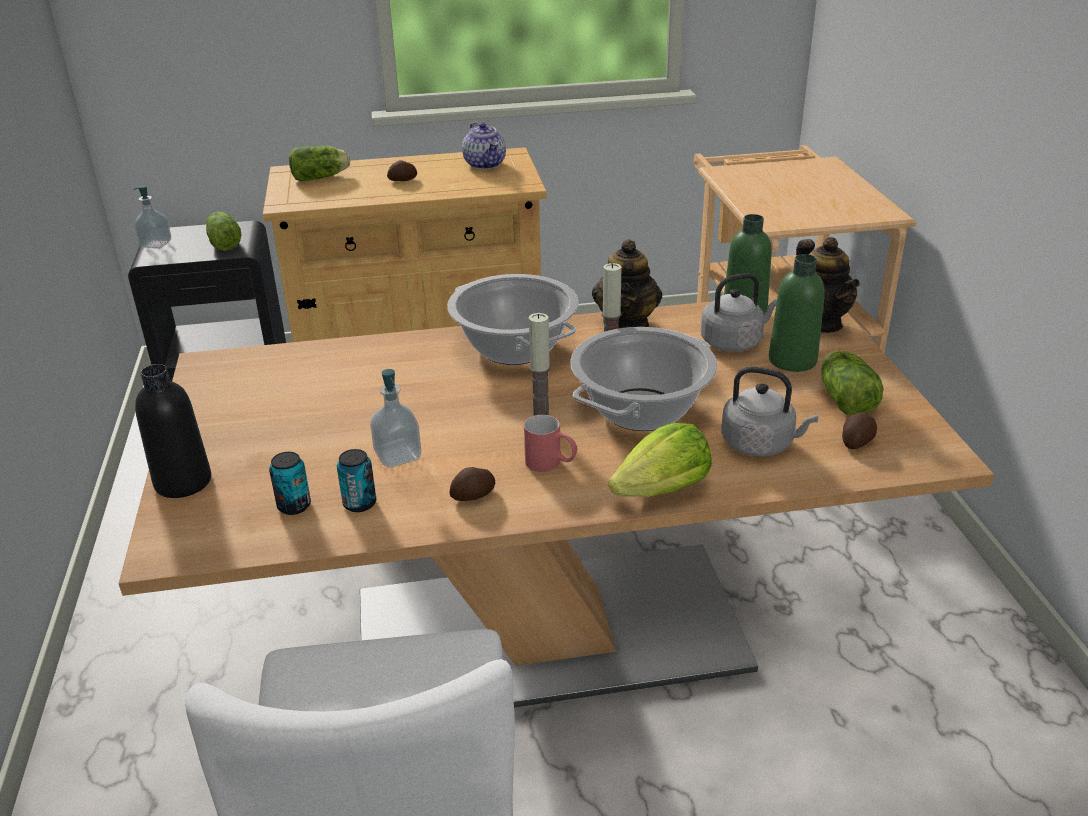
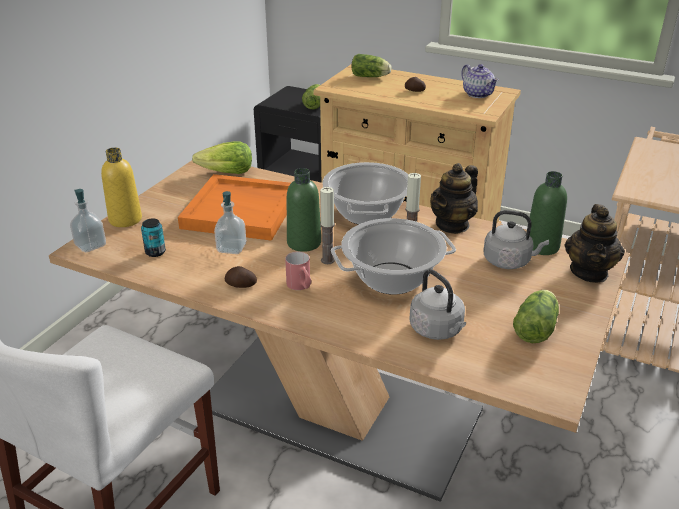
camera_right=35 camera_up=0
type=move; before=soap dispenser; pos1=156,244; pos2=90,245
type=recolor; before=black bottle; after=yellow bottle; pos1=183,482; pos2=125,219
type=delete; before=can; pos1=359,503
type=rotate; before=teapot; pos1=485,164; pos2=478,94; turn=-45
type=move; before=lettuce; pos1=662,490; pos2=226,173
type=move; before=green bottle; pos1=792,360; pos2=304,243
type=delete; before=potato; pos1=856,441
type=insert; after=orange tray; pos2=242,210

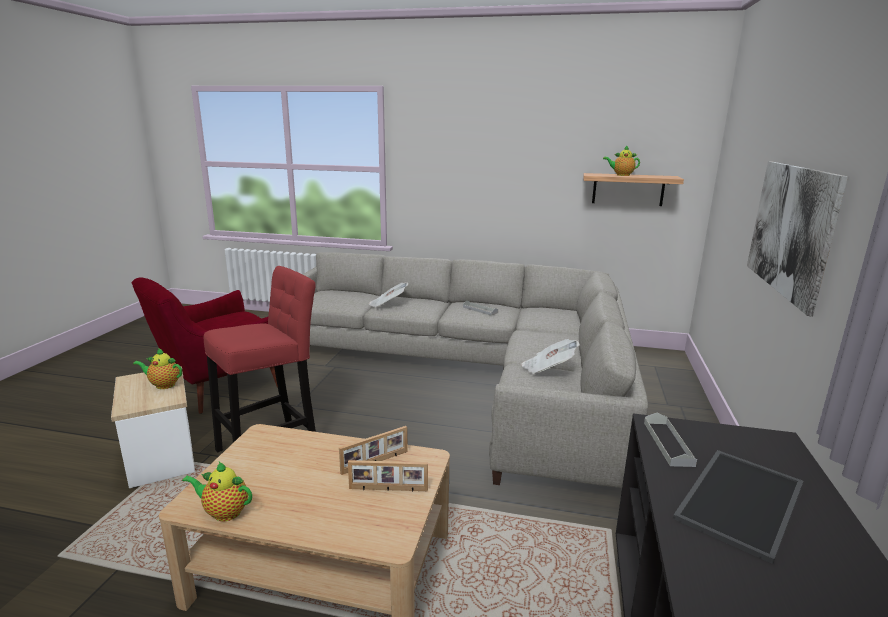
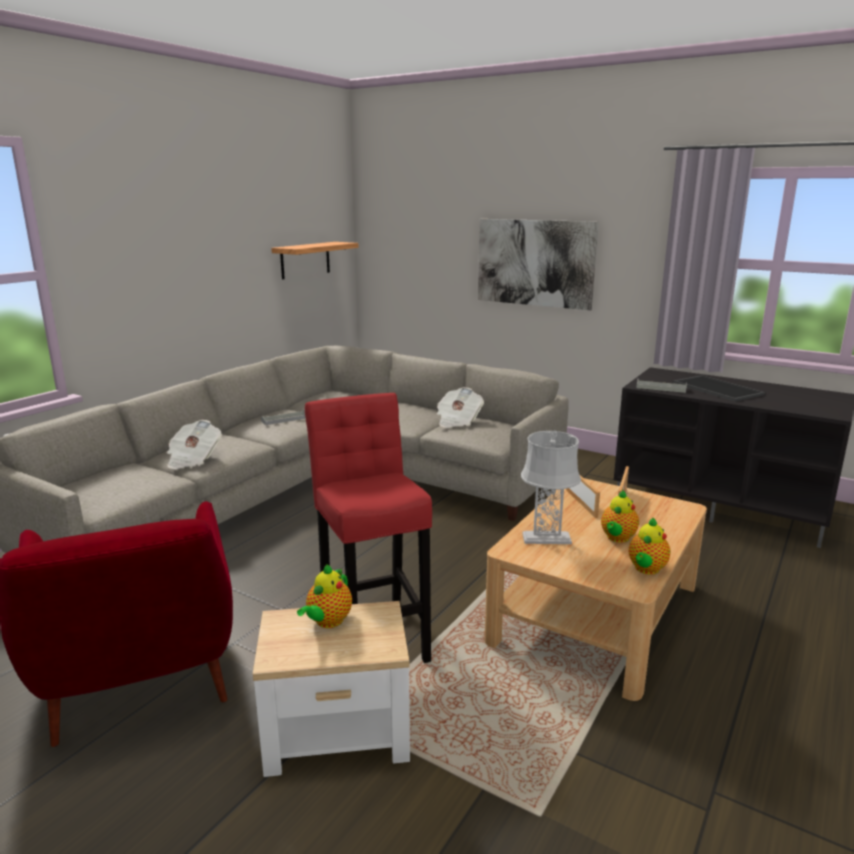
camera_right=-70 camera_up=0
type=move; before=teapot; pos1=621,175; pos2=617,538
type=insert; after=grey table lamp; pos2=547,538

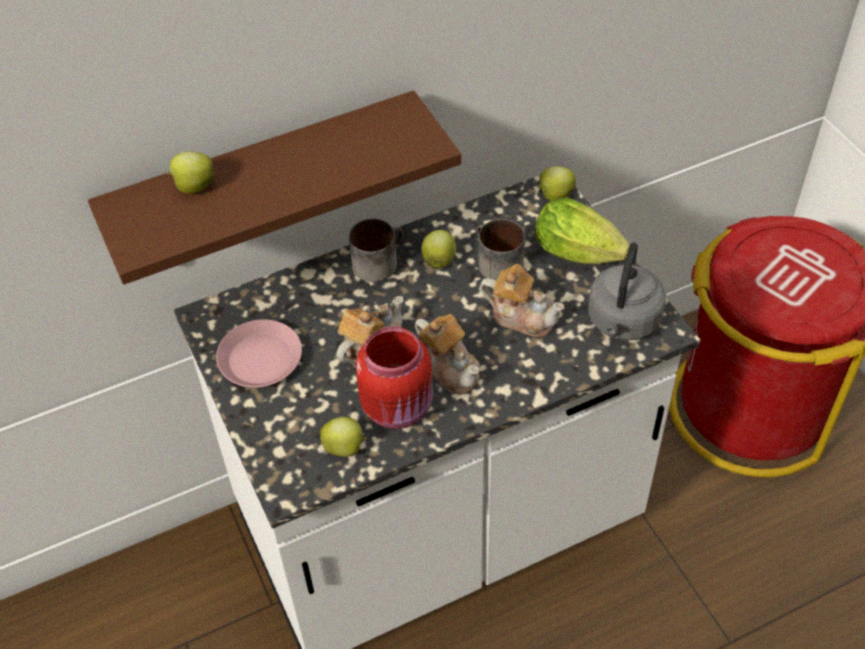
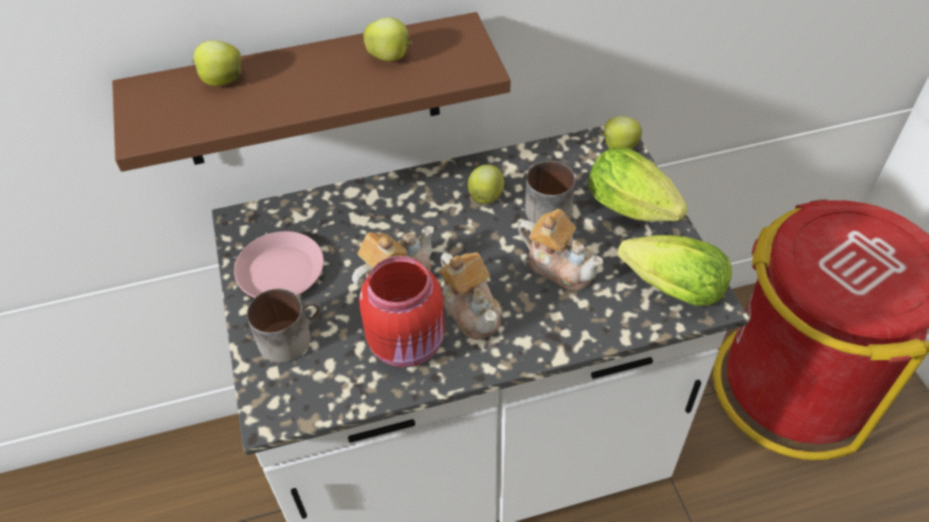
camera_right=10 camera_up=0
type=move; before=apple; pos1=345,447; pos2=390,57
type=move; before=mug; pos1=378,261; pos2=290,335
type=replace; before=grey kettle; after=lettuce; pos1=622,322; pos2=666,287

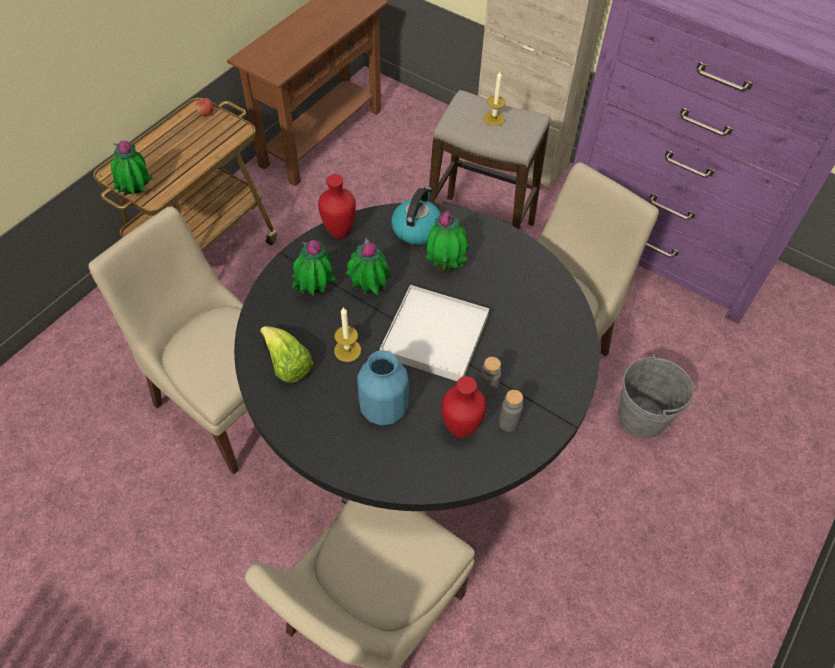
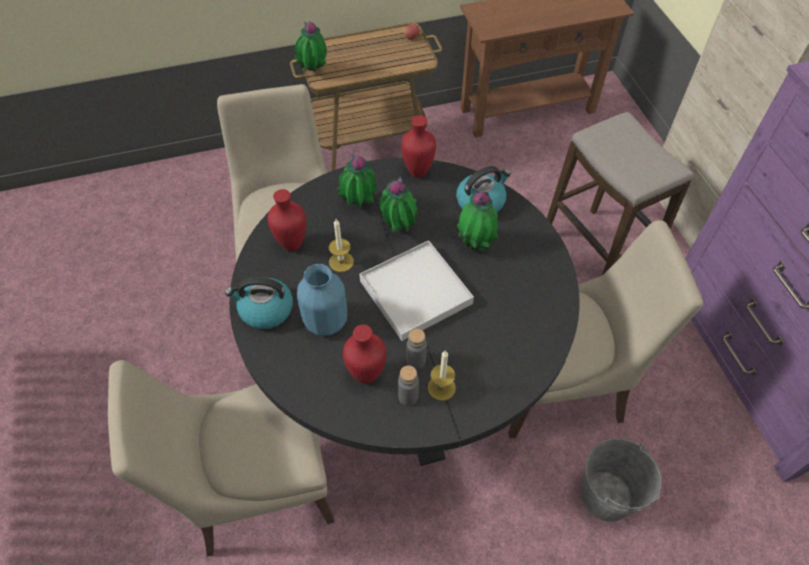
camera_right=40 camera_up=0
type=replace; before=lettuce; after=red vase; pos1=288,365; pos2=291,245
type=move; before=candle; pos1=494,119; pos2=441,387
type=insert; after=kettle; pos2=265,310

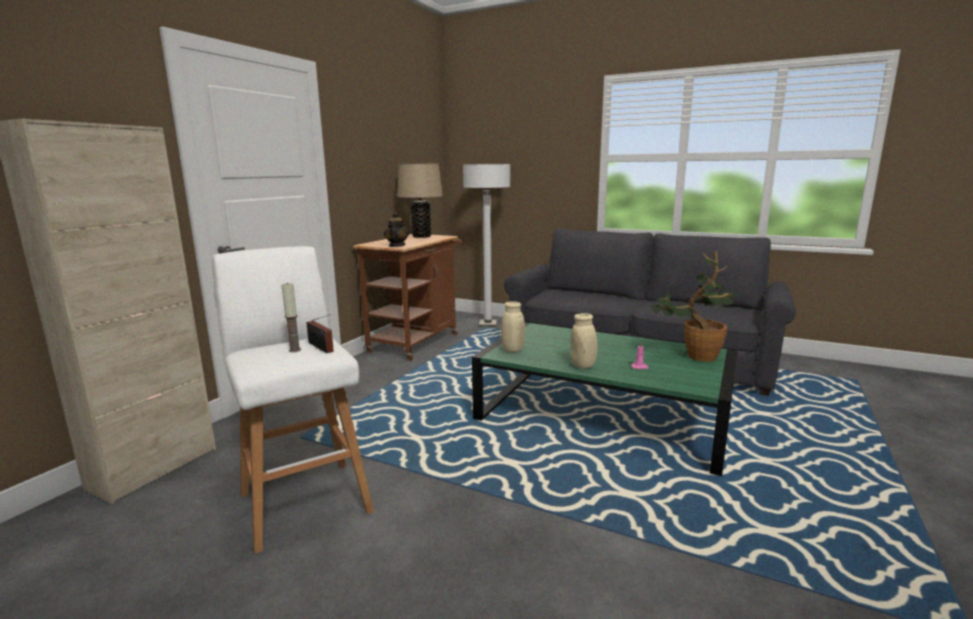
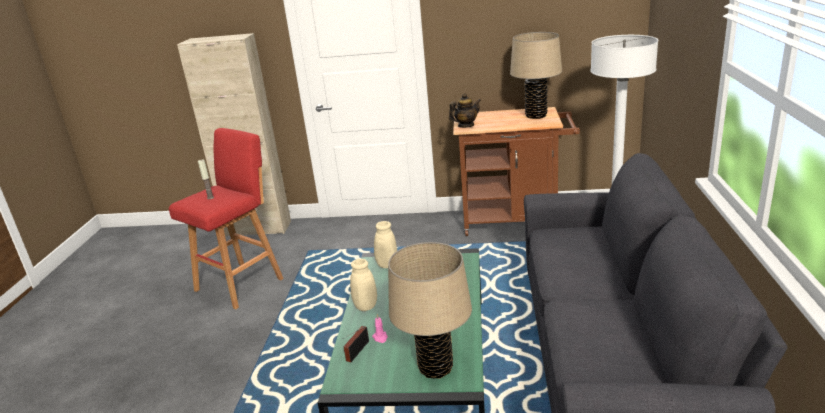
camera_right=70 camera_up=10
type=recolor; before=white stool; after=red stool; pos1=304,500; pos2=241,283
type=move; before=radio; pos1=321,348; pos2=356,352
type=replace; before=potted plant; after=beige table lamp; pos1=694,356; pos2=435,368

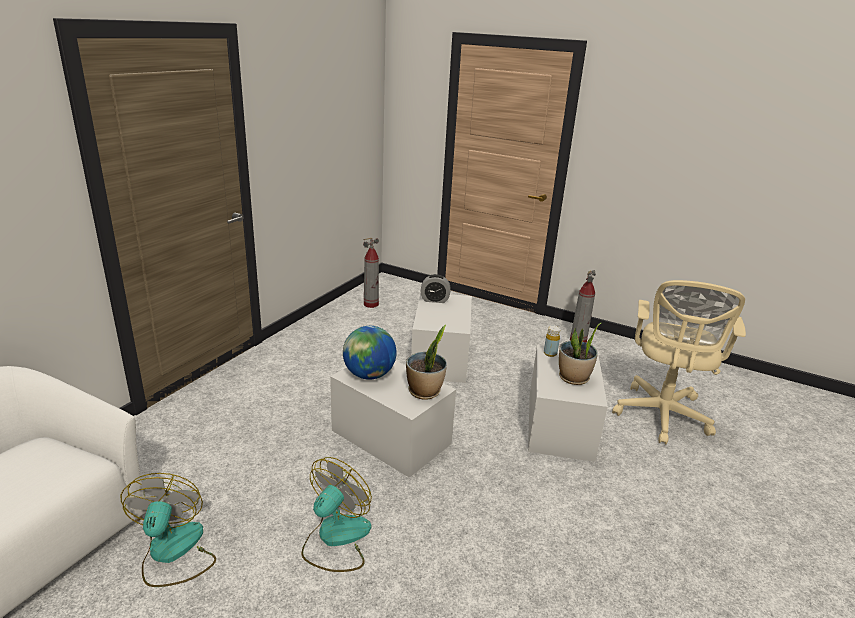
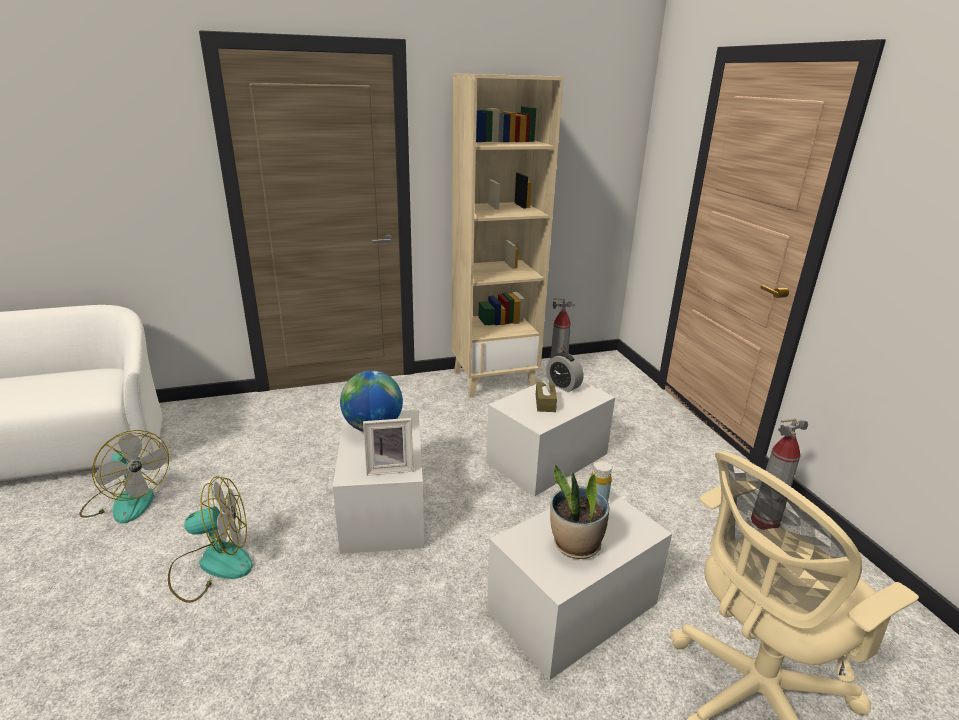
camera_right=45 camera_up=0
type=rotate; before=fan; pos1=173,553; pos2=127,500; turn=90
type=replace; before=potted plant; after=picture frame; pos1=425,392; pos2=389,467
type=insert; after=beige bookcase; pos2=494,379
type=insert; after=brown tissue box; pos2=545,403

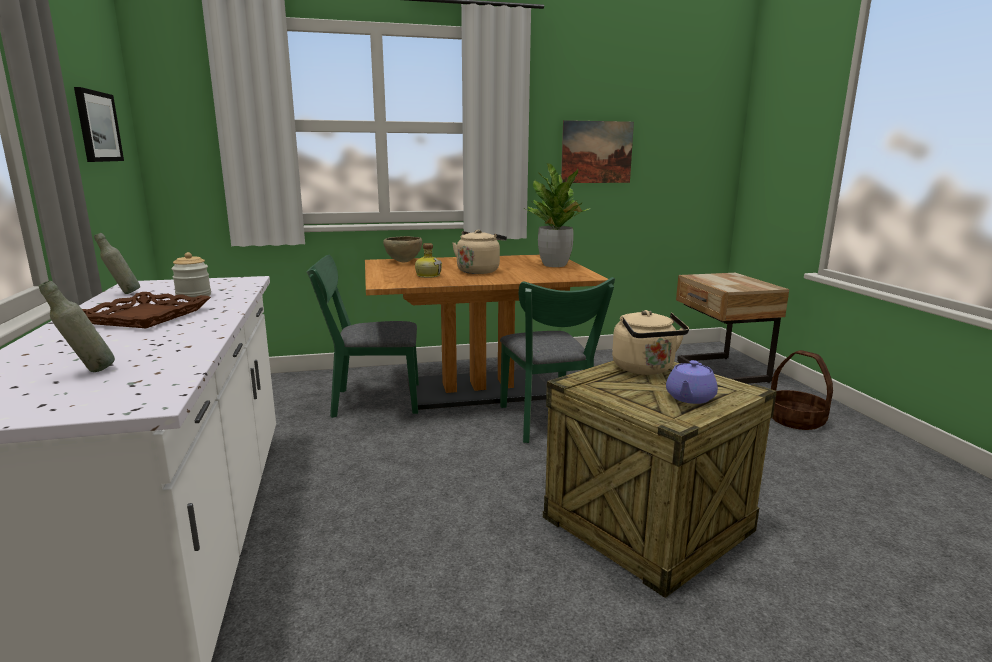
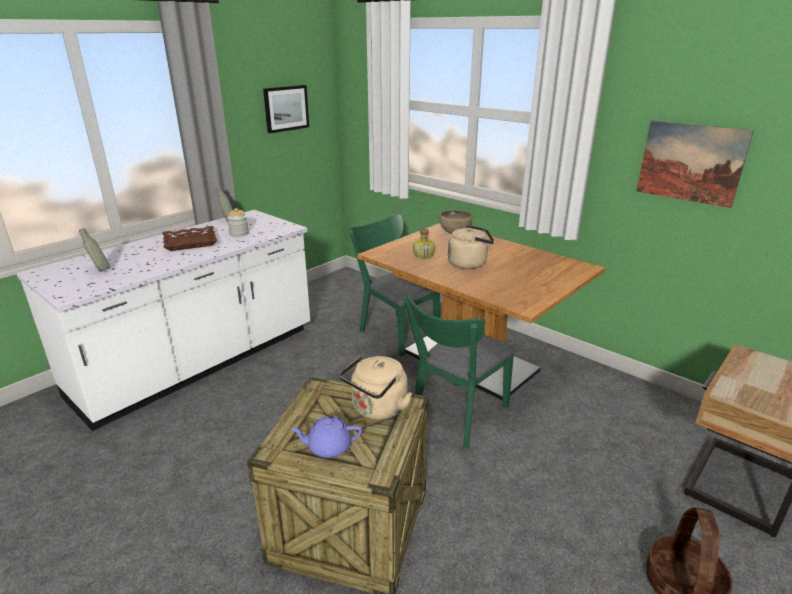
camera_right=55 camera_up=10
type=delete; before=potted plant; pos1=555,265

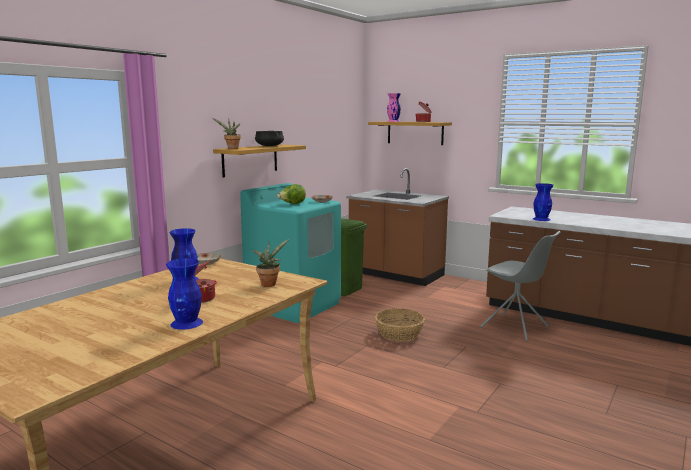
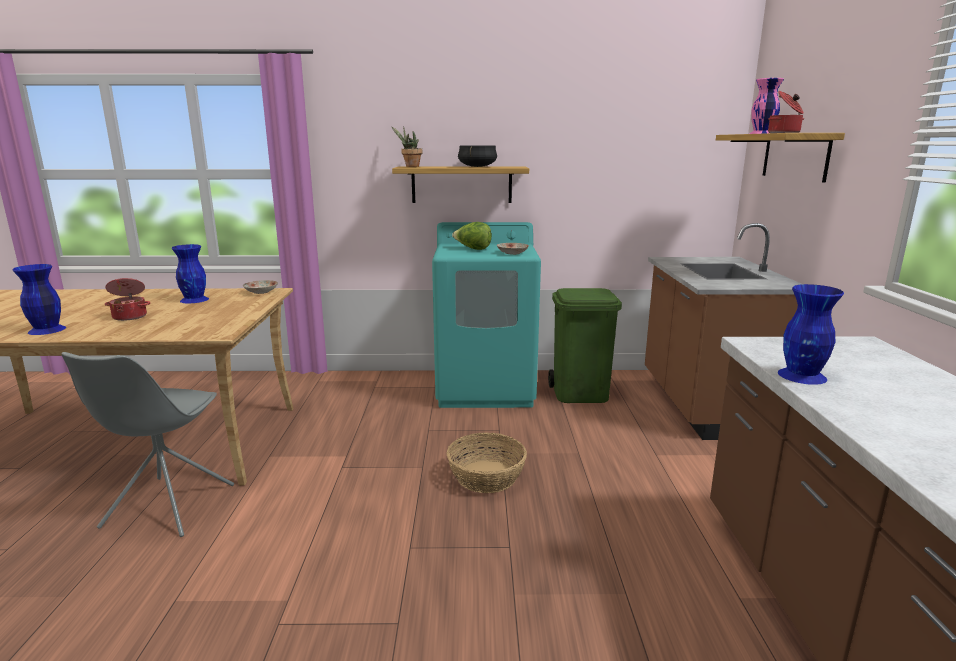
camera_right=55 camera_up=5
type=delete; before=potted plant; pos1=269,284
type=move; before=grey chair; pos1=515,327; pos2=167,507

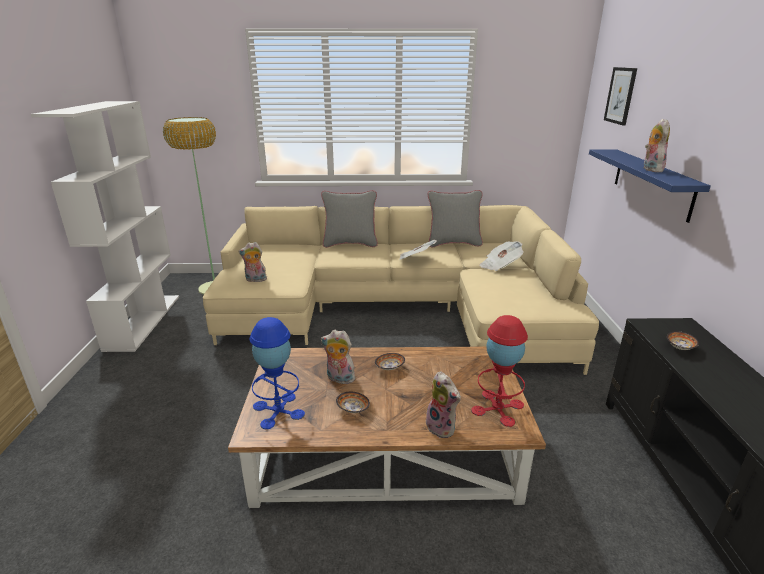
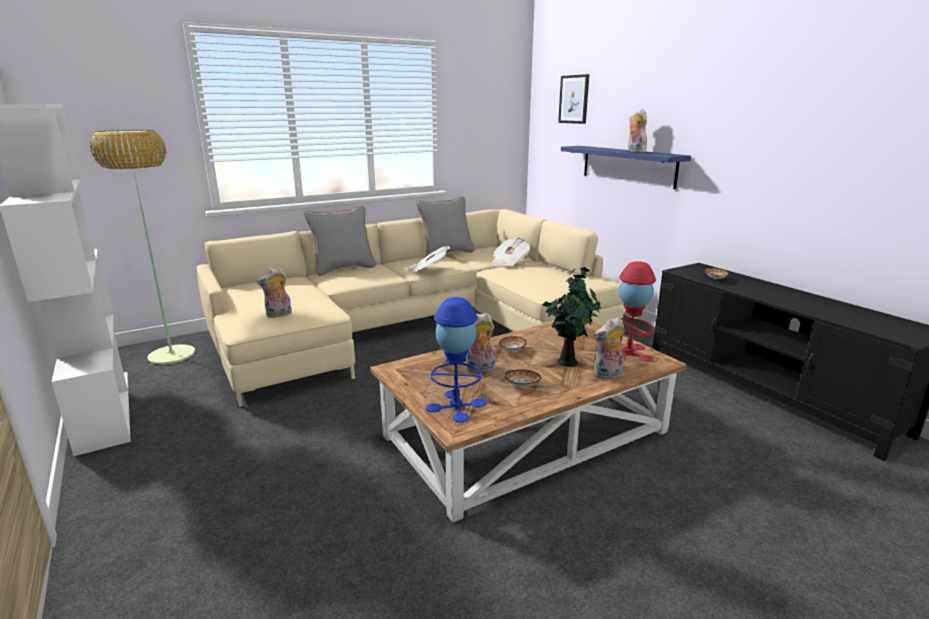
camera_right=-30 camera_up=-5
type=rotate; before=plush toy; pos1=442,427; pos2=608,375; turn=135
type=insert; after=potted plant; pos2=568,361

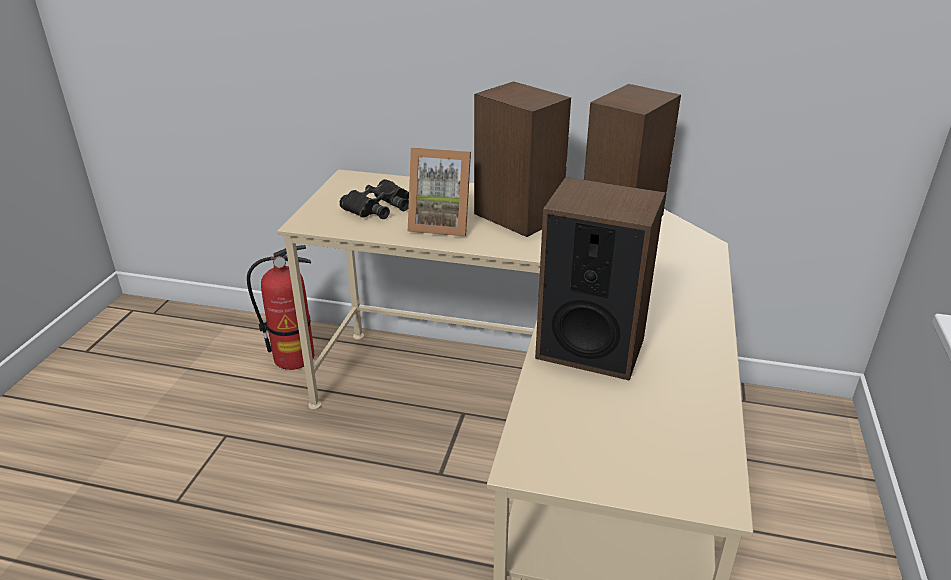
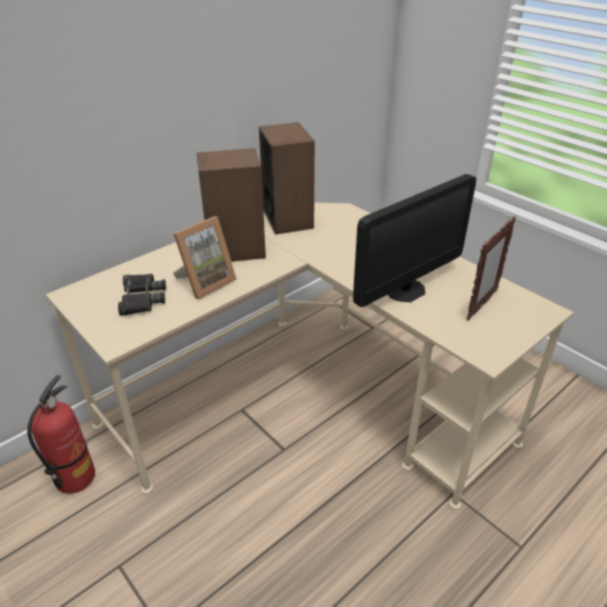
camera_right=-55 camera_up=5
type=replace; before=speaker; after=monitor; pos1=590,348; pos2=405,290
type=insert; after=picture frame; pos2=481,305

